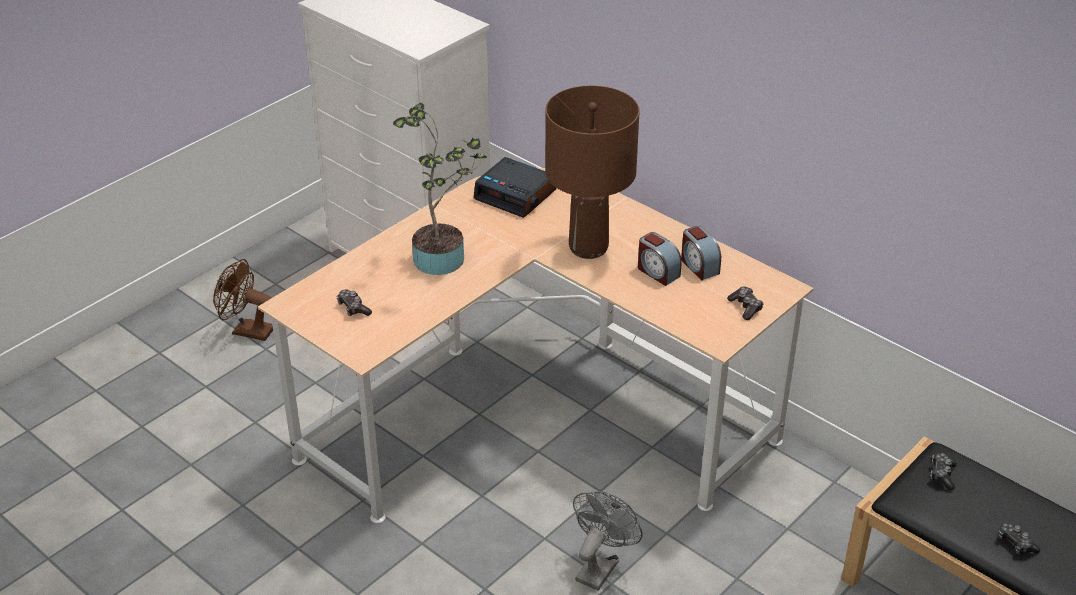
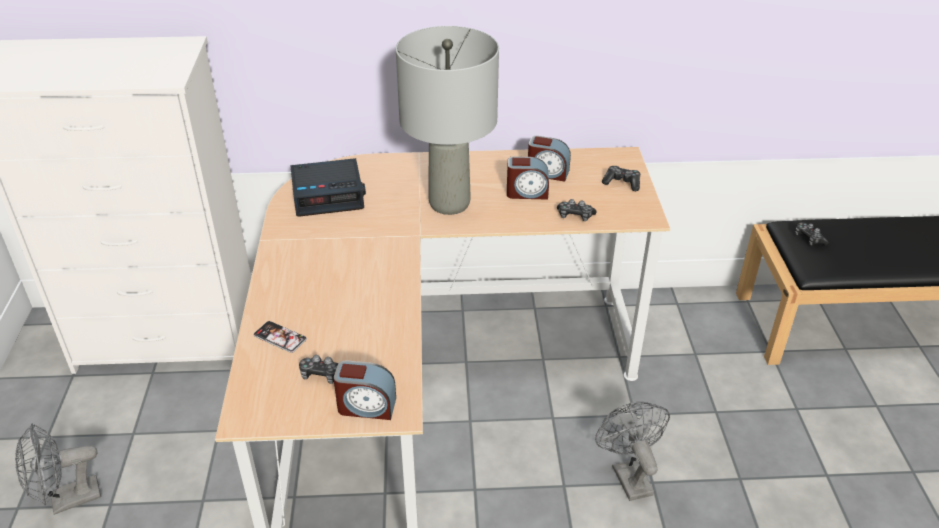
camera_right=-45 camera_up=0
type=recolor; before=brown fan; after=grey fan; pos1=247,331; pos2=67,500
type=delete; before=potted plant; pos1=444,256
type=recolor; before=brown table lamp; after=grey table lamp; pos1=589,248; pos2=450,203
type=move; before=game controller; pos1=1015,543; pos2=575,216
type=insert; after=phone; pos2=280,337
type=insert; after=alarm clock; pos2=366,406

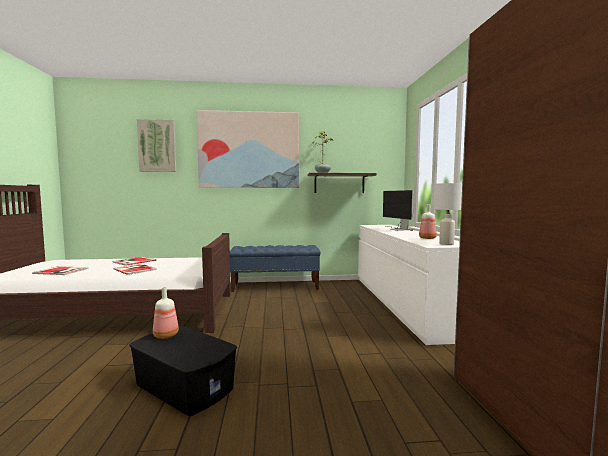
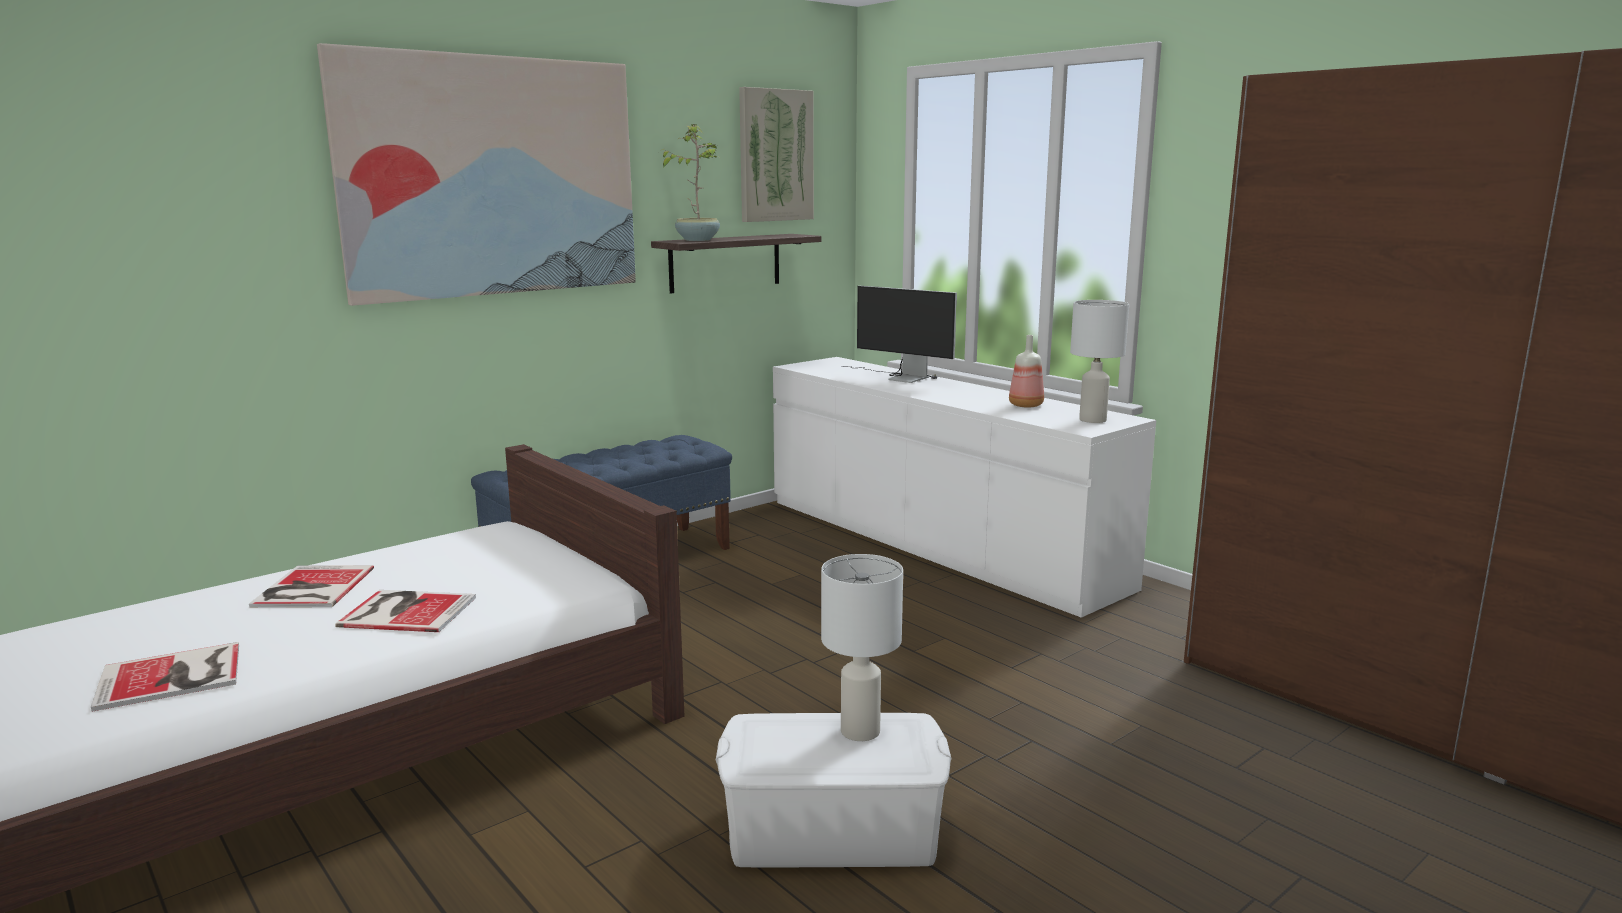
camera_right=-35 camera_up=10
type=recolor; before=black storage box; after=white storage box; pos1=184,386; pos2=832,830
type=move; before=picture; pos1=157,146; pos2=775,155
type=delete; before=bottle; pos1=166,335
type=insert; after=white table lamp; pos2=860,730

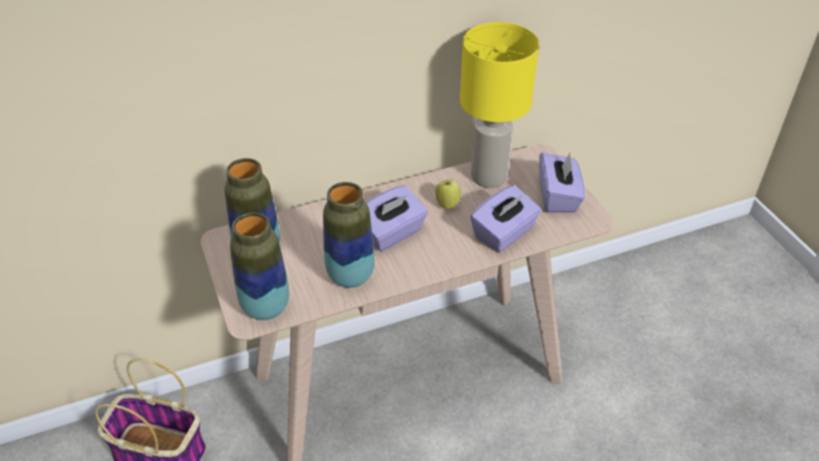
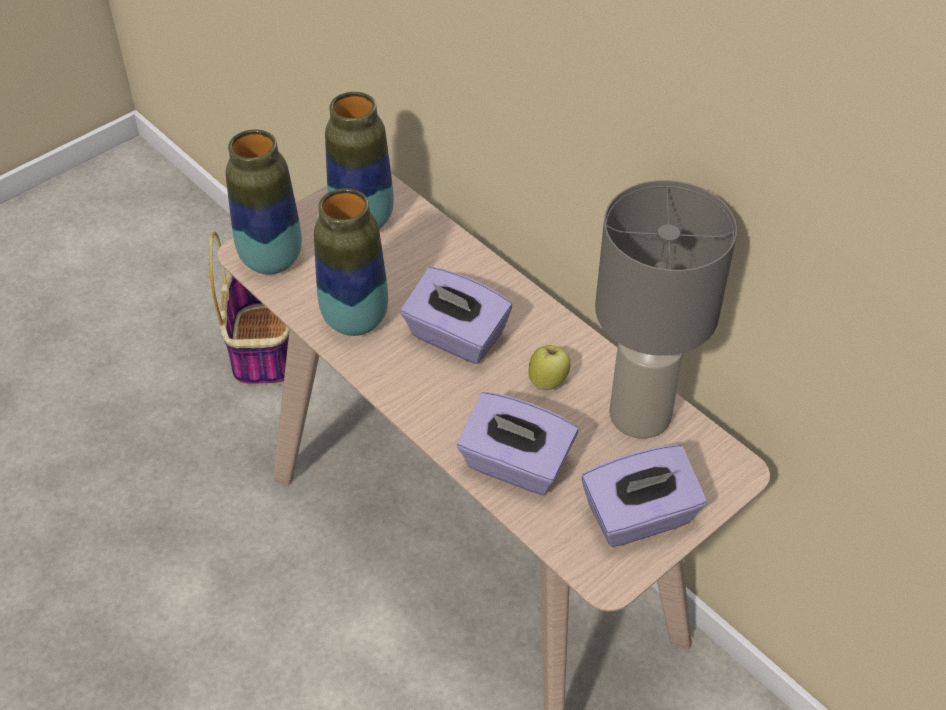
camera_right=70 camera_up=5
type=recolor; before=yellow table lamp; after=grey table lamp; pos1=490,176; pos2=641,416

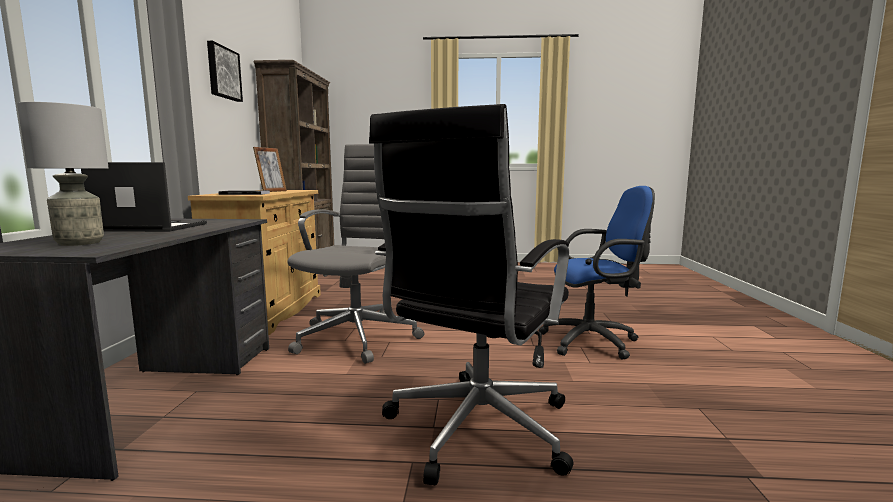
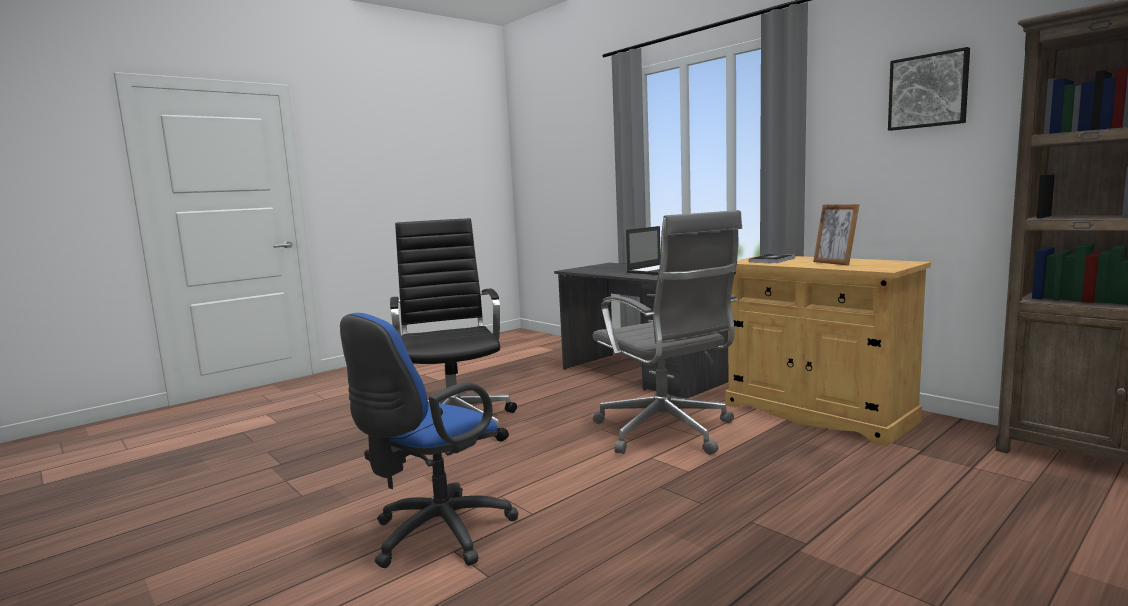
camera_right=135 camera_up=0
type=delete; before=grey table lamp; pos1=79,243

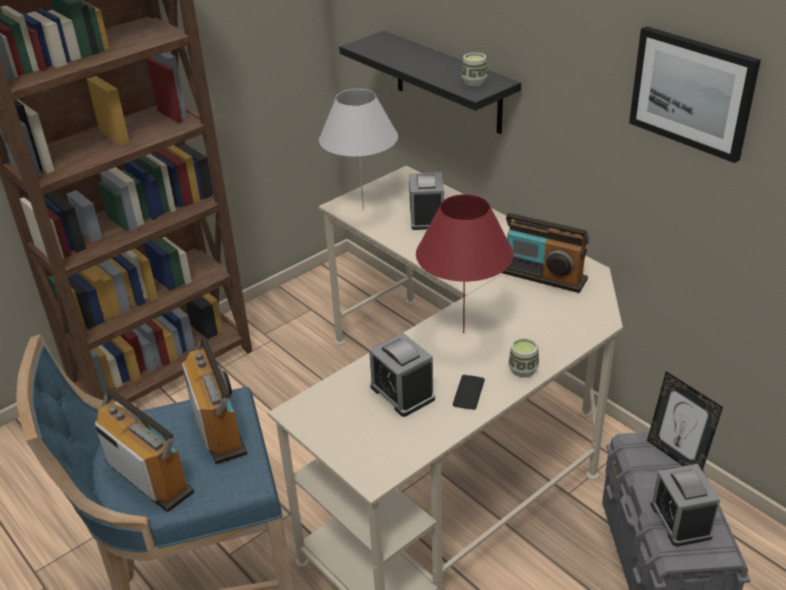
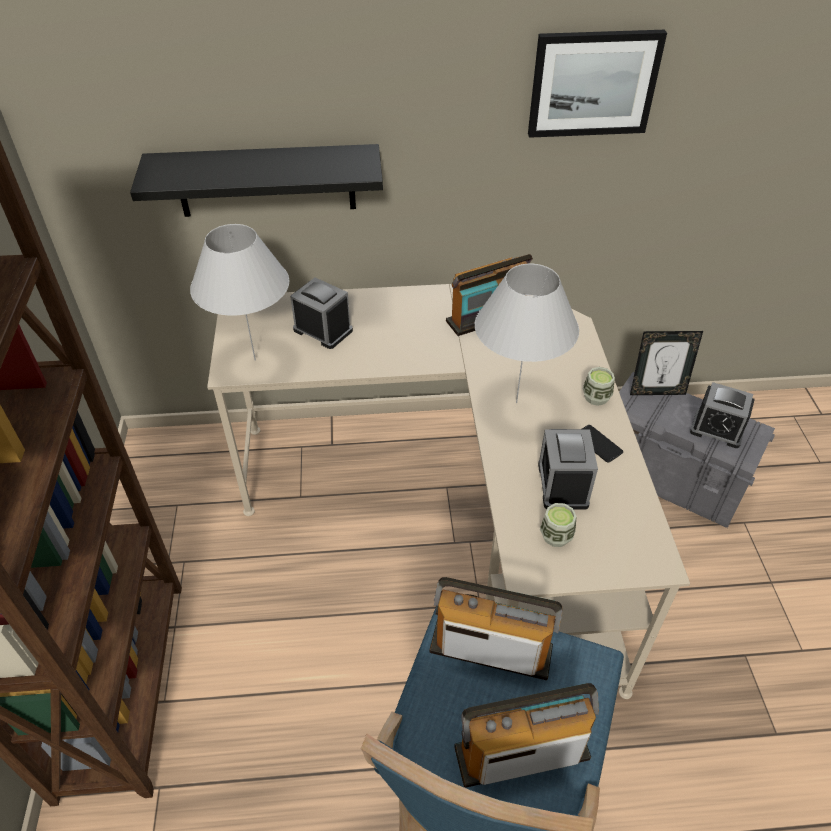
camera_right=-55 camera_up=10
type=rotate; before=alarm clock; pos1=402,392; pos2=562,484; turn=90
type=recolor; before=red table lamp; after=white table lamp; pos1=463,333; pos2=516,403
type=move; before=cup; pos1=474,82; pos2=556,536

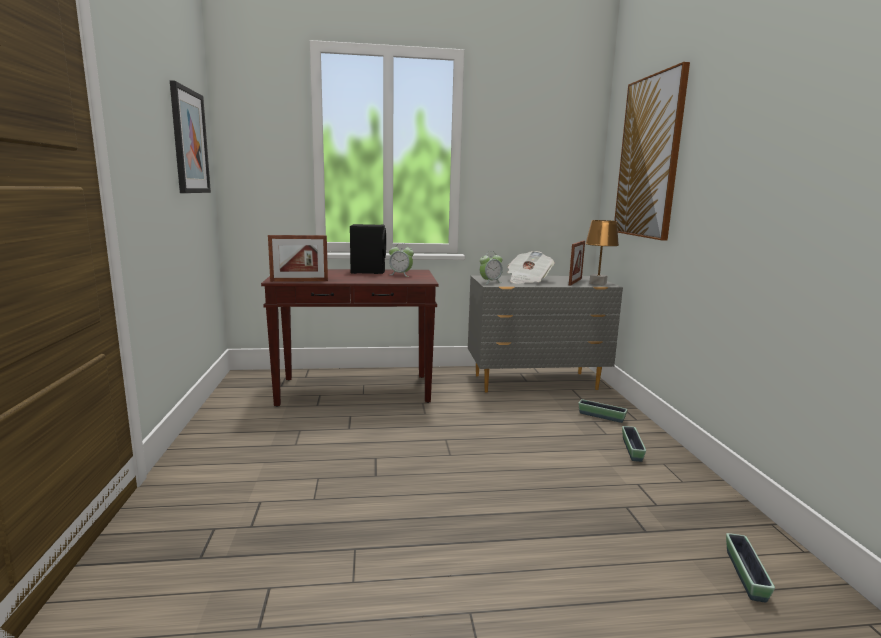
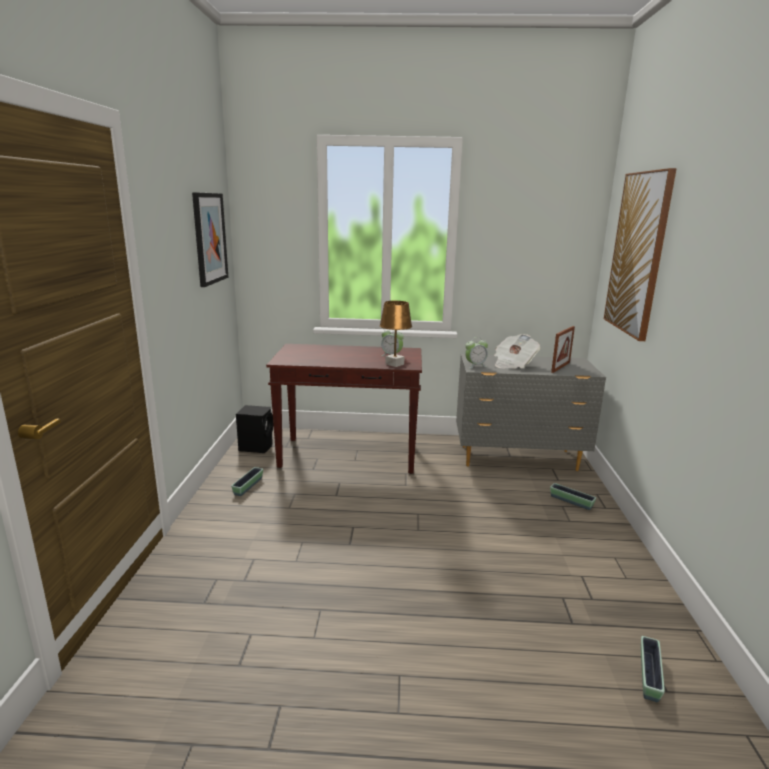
camera_right=10 camera_up=5
type=delete; before=picture frame; pos1=299,281
type=move; before=black speaker; pos1=368,271; pos2=256,446
type=move; before=brown table lamp; pos1=598,283; pos2=395,364
type=move; before=planter; pos1=632,450; pos2=248,486

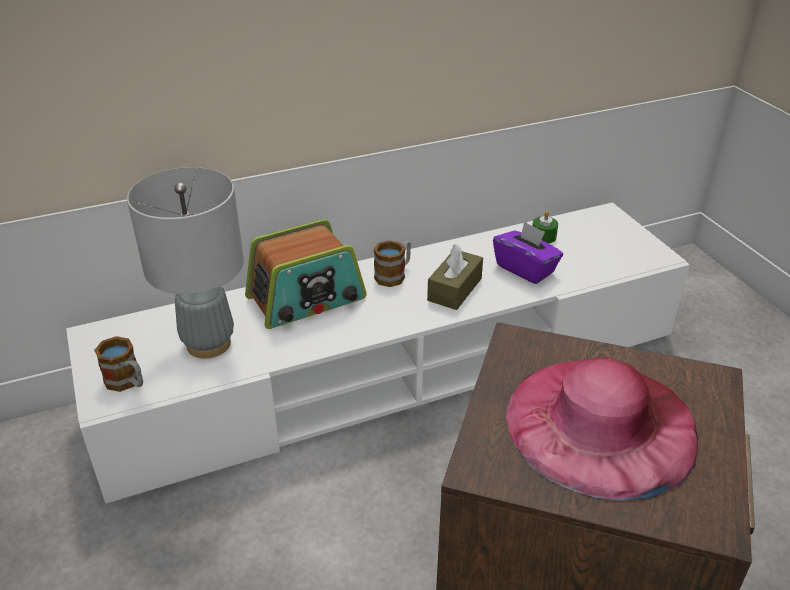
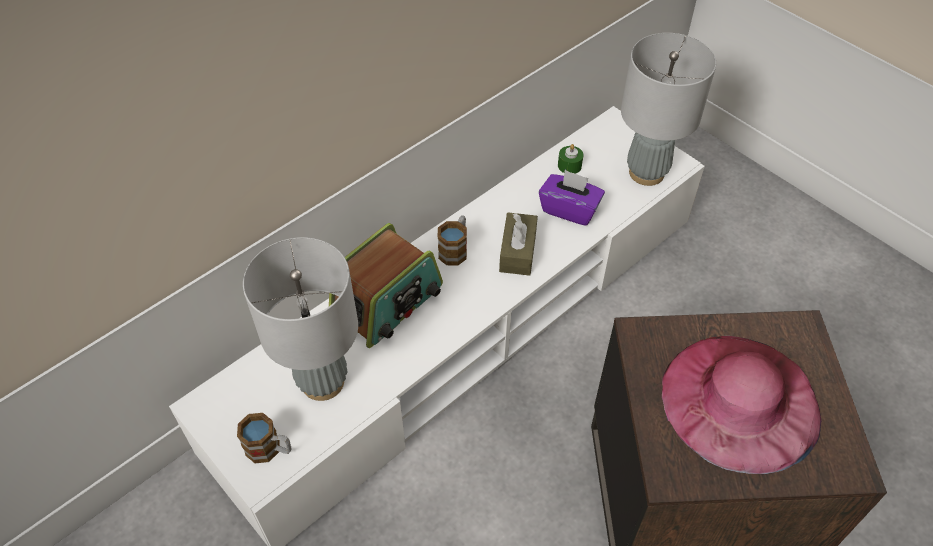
camera_right=-20 camera_up=15
type=insert; after=grey table lamp; pos2=647,172

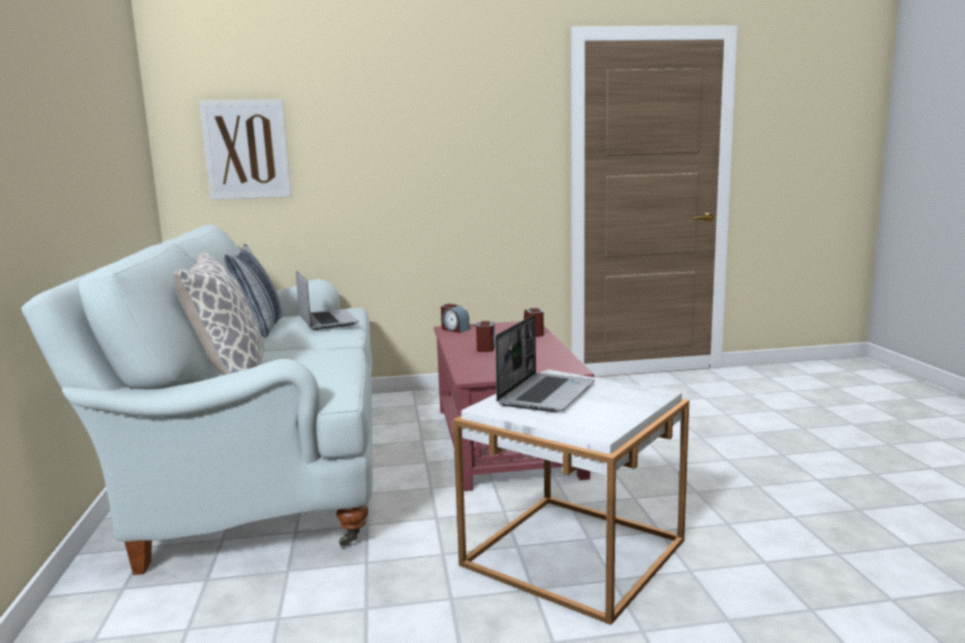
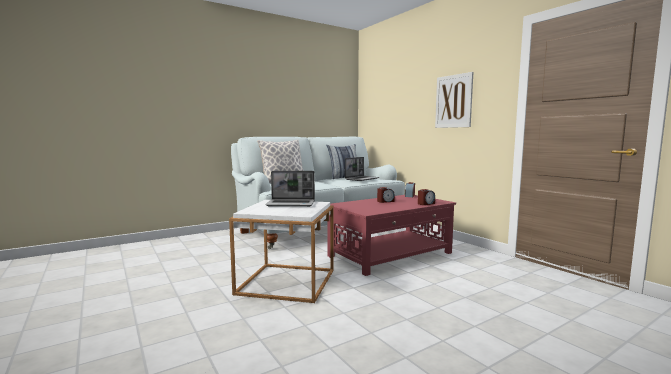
camera_right=65 camera_up=-5
type=move; before=picture; pos1=246,149; pos2=453,101

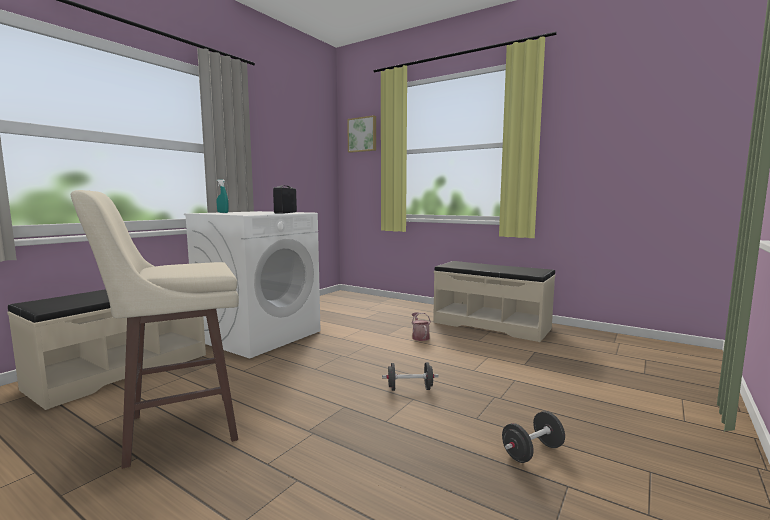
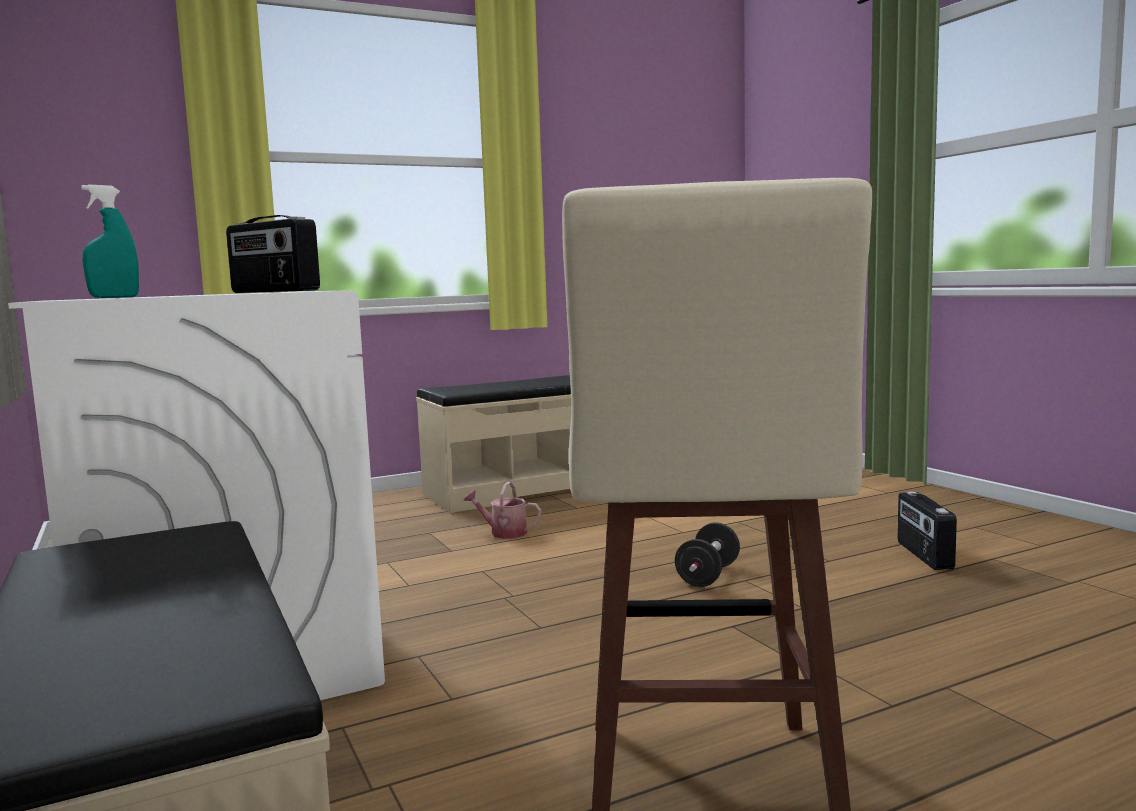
camera_right=-60 camera_up=0
type=delete; before=picture; pos1=362,134
type=replace; before=black dumbbell; after=radio; pos1=532,452; pos2=923,555

